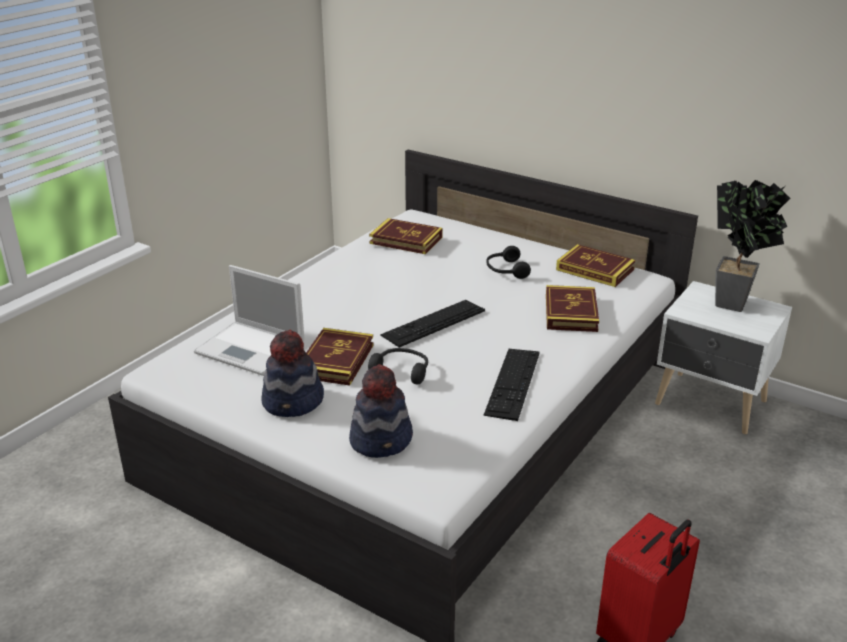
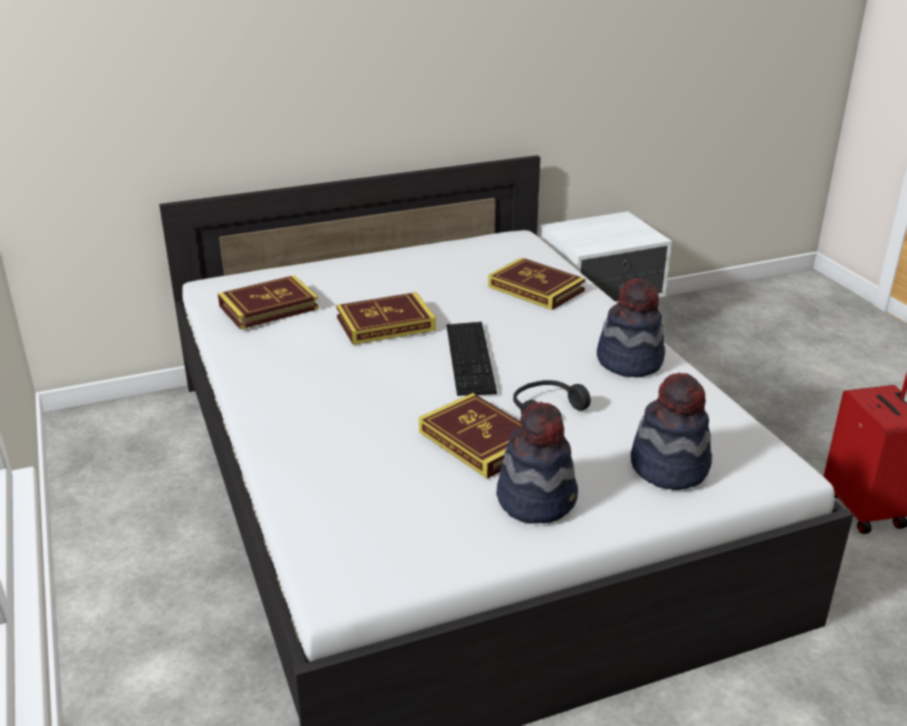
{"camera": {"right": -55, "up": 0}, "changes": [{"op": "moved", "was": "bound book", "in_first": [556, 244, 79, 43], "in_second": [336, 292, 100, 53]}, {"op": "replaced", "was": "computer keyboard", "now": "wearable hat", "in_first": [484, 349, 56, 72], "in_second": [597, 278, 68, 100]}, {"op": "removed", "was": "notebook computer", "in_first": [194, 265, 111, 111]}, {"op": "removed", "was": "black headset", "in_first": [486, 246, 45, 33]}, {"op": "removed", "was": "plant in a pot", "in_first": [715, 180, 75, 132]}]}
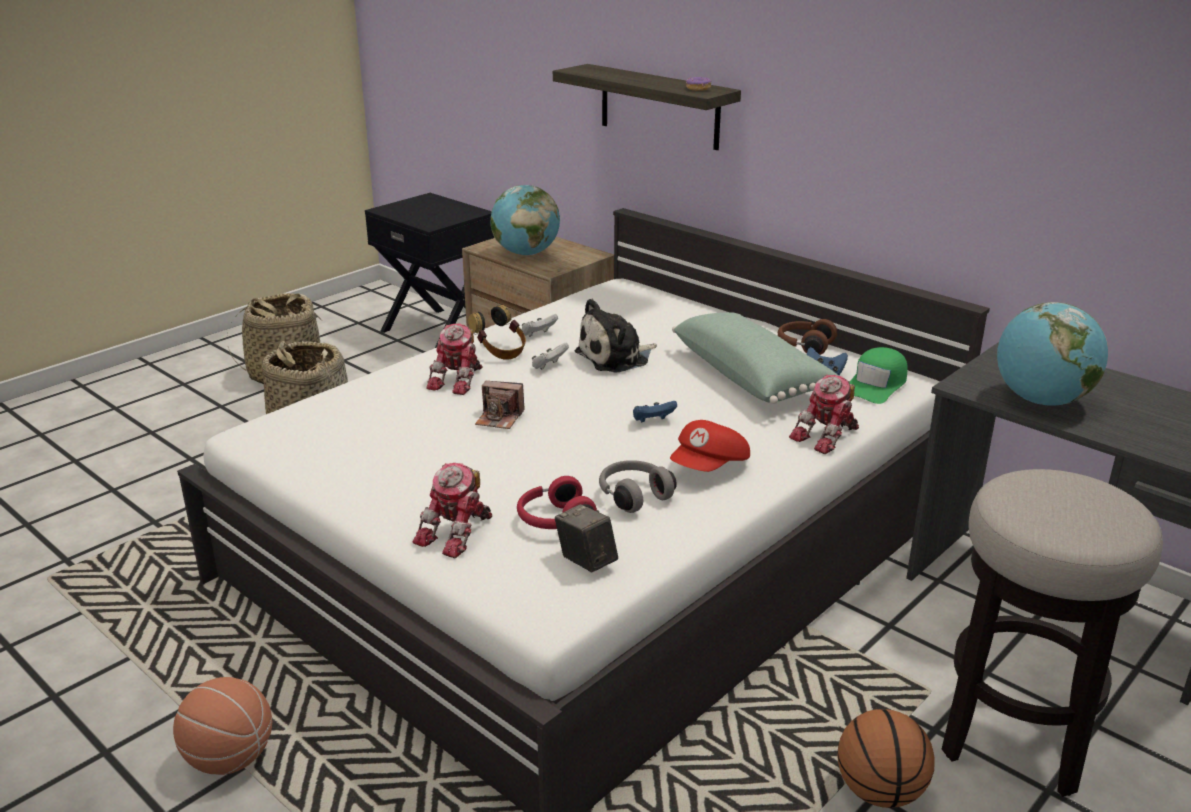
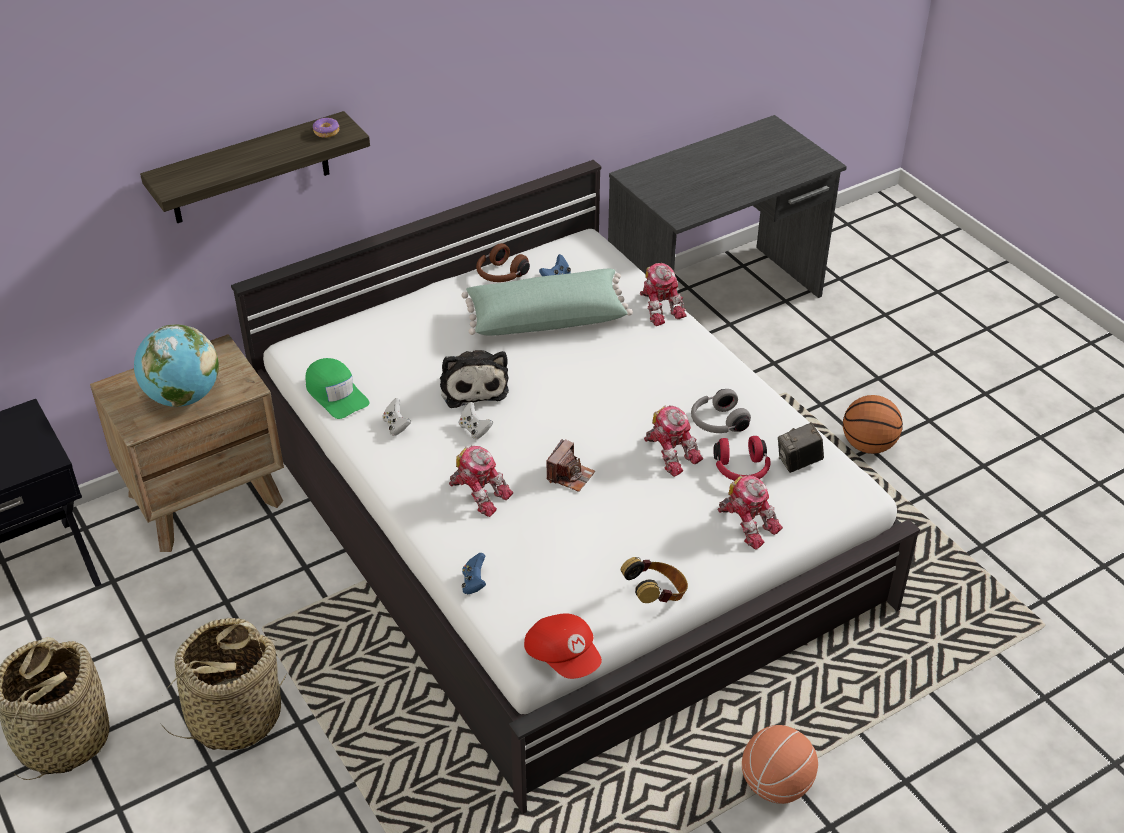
{"camera": {"right": -75, "up": 15}, "changes": [{"op": "moved", "was": "green-coloured baseball cap", "in_first": [850, 347, 58, 57], "in_second": [305, 358, 65, 61]}, {"op": "moved", "was": "blue gamepad", "in_first": [633, 401, 44, 21], "in_second": [462, 553, 24, 41]}, {"op": "moved", "was": "red-coloured baseball cap", "in_first": [670, 420, 80, 52], "in_second": [524, 613, 78, 66]}, {"op": "moved", "was": "headset", "in_first": [468, 305, 58, 55], "in_second": [621, 557, 67, 46]}, {"op": "added", "now": "toy robot", "in_second": [644, 405, 59, 72]}, {"op": "removed", "was": "sitting stool", "in_first": [941, 469, 222, 328]}, {"op": "removed", "was": "world globe", "in_first": [997, 302, 111, 103]}]}
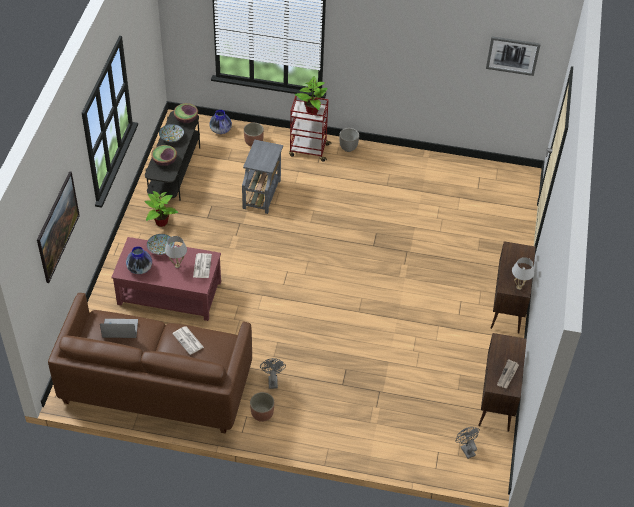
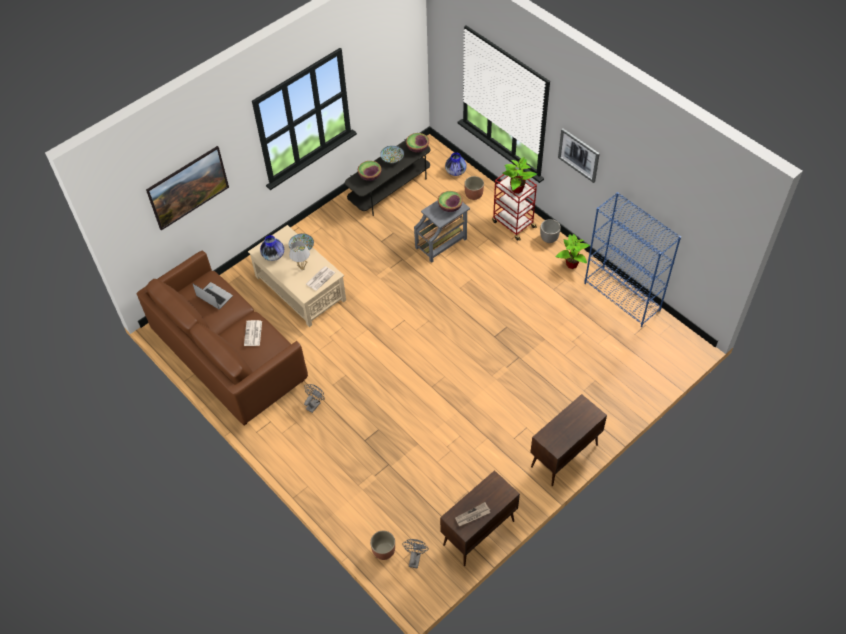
{"camera": {"right": 40, "up": 5}, "changes": [{"op": "recoloured", "was": "red-coloured low table", "now": "beige-coloured low table", "in_first": [111, 237, 110, 84], "in_second": [248, 225, 98, 102]}, {"op": "moved", "was": "plant pot", "in_first": [250, 392, 24, 30], "in_second": [370, 531, 25, 29]}, {"op": "added", "now": "serving bowl", "in_second": [438, 191, 25, 21]}, {"op": "moved", "was": "plant in a pot", "in_first": [144, 191, 34, 36], "in_second": [555, 234, 35, 35]}, {"op": "moved", "was": "wall art", "in_first": [486, 36, 55, 40], "in_second": [558, 128, 42, 55]}, {"op": "added", "now": "blue shelving unit", "in_second": [584, 192, 97, 135]}, {"op": "removed", "was": "white table lamp", "in_first": [512, 257, 23, 33]}]}
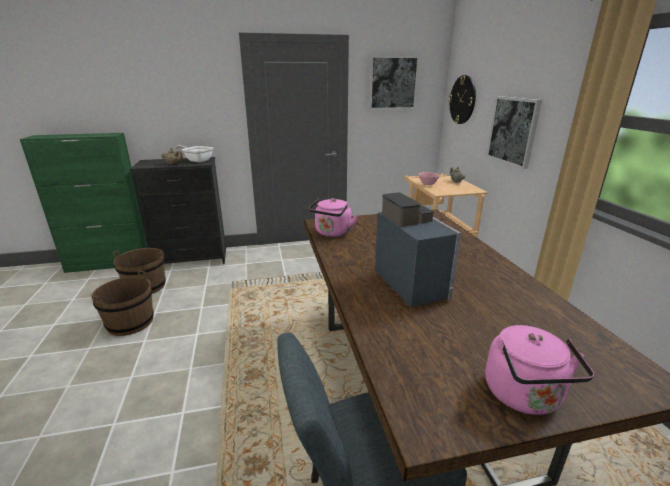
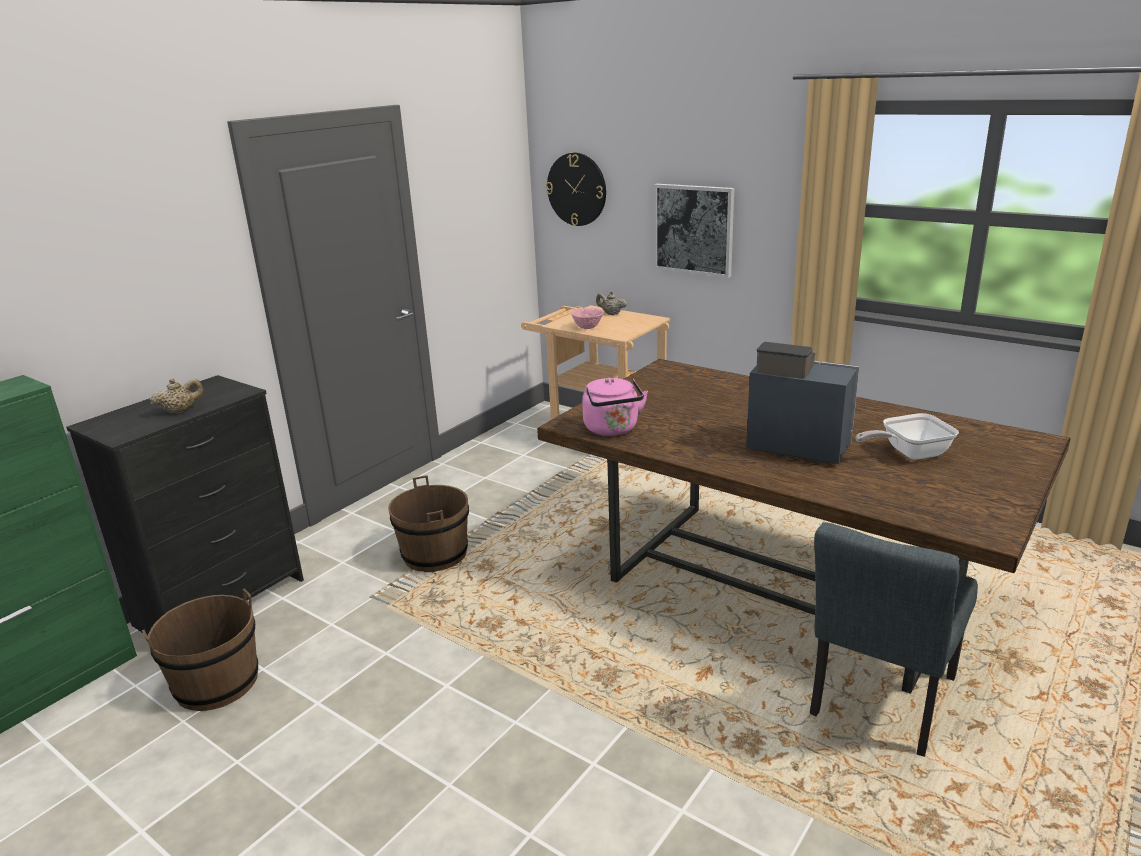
{"camera": {"right": -40, "up": 0}, "changes": [{"op": "moved", "was": "brown-coloured water bucket", "in_first": [92, 270, 62, 66], "in_second": [388, 475, 81, 97]}, {"op": "moved", "was": "pan", "in_first": [175, 145, 38, 17], "in_second": [856, 413, 103, 47]}, {"op": "removed", "was": "wall art", "in_first": [369, 56, 50, 54]}, {"op": "removed", "was": "pinkish tea kettle", "in_first": [485, 325, 109, 90]}]}
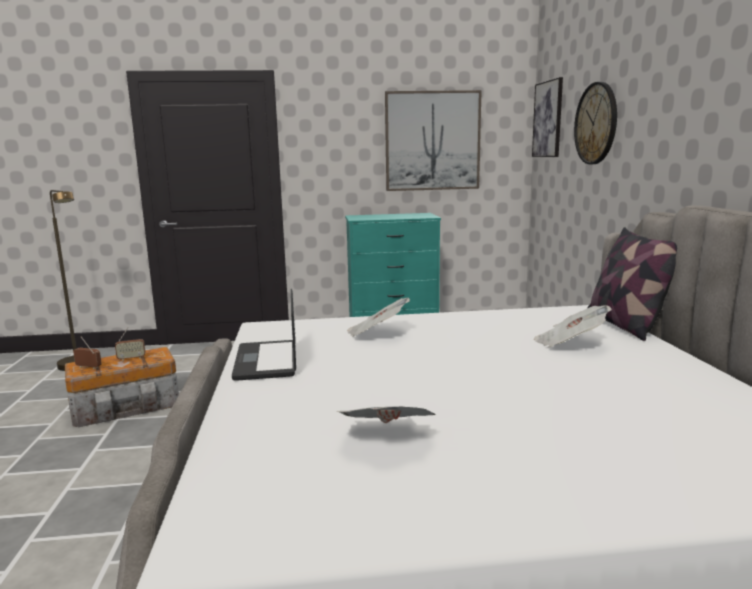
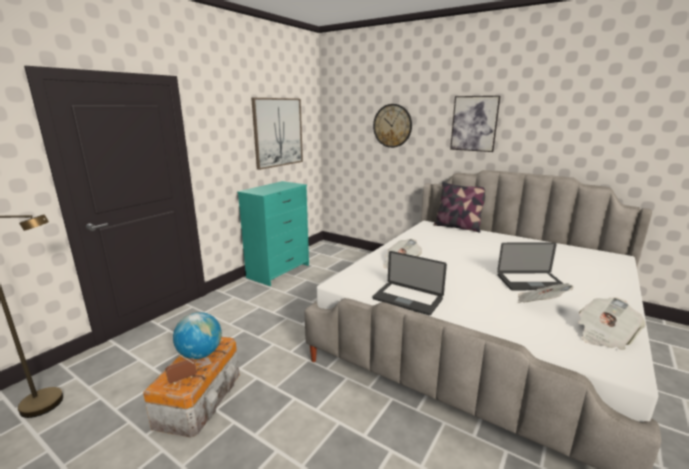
{"camera": {"right": -50, "up": 5}, "changes": [{"op": "replaced", "was": "radio", "now": "world globe", "in_first": [115, 327, 30, 34], "in_second": [173, 312, 49, 47]}, {"op": "moved", "was": "wall art", "in_first": [532, 77, 31, 80], "in_second": [450, 96, 50, 56]}, {"op": "added", "now": "notebook computer", "in_second": [497, 243, 67, 47]}, {"op": "moved", "was": "daily paper", "in_first": [534, 305, 78, 42], "in_second": [578, 297, 67, 53]}]}
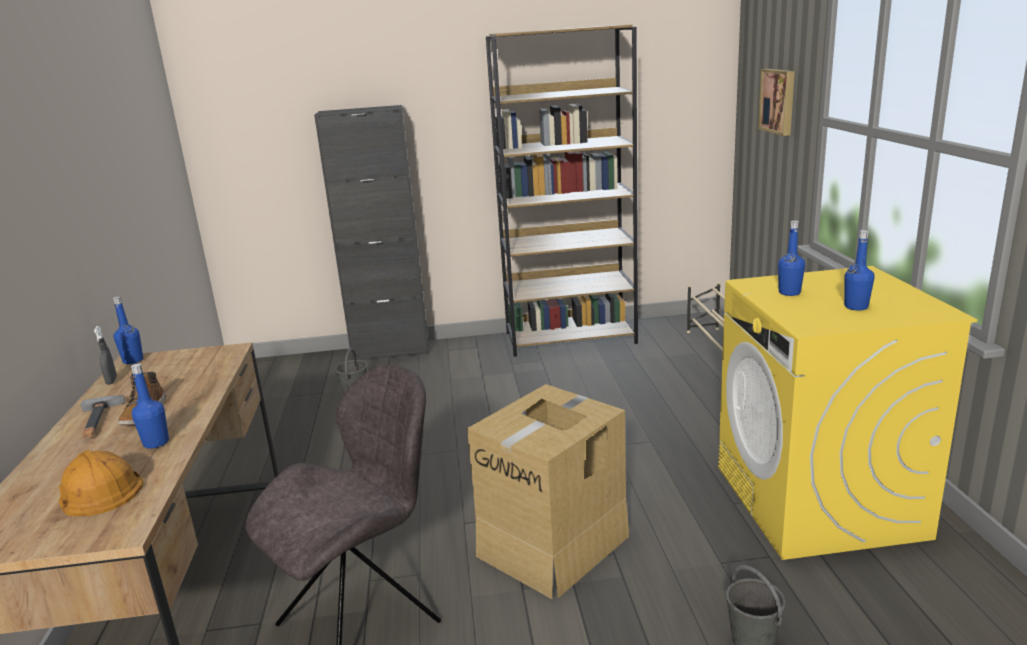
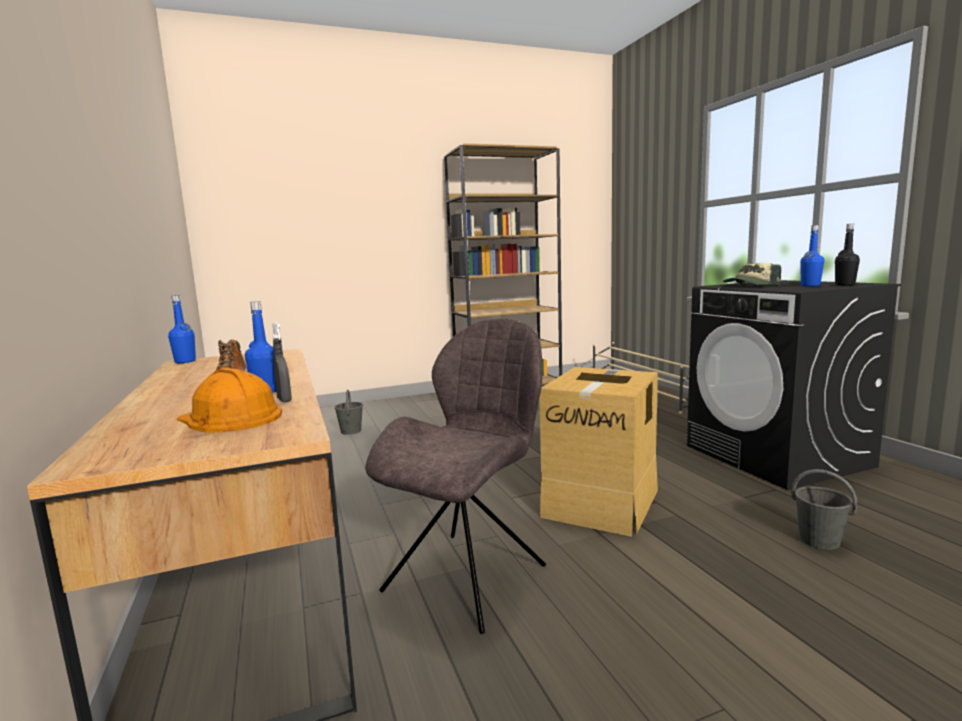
{"camera": {"right": -15, "up": -10}, "changes": [{"op": "moved", "was": "grey sprayer", "in_first": [94, 326, 23, 59], "in_second": [272, 322, 20, 80]}, {"op": "recoloured", "was": "yellow-coloured laundry appliance", "now": "black laundry appliance", "in_first": [718, 266, 259, 294], "in_second": [687, 280, 214, 210]}, {"op": "replaced", "was": "blue drink bottle", "now": "baseball cap", "in_first": [778, 220, 27, 76], "in_second": [723, 263, 58, 23]}, {"op": "added", "now": "black drink bottle", "in_second": [835, 224, 25, 61]}, {"op": "removed", "was": "hammer", "in_first": [81, 395, 44, 44]}, {"op": "removed", "was": "black cabinet", "in_first": [314, 105, 115, 255]}, {"op": "removed", "was": "wall art", "in_first": [758, 69, 37, 67]}]}
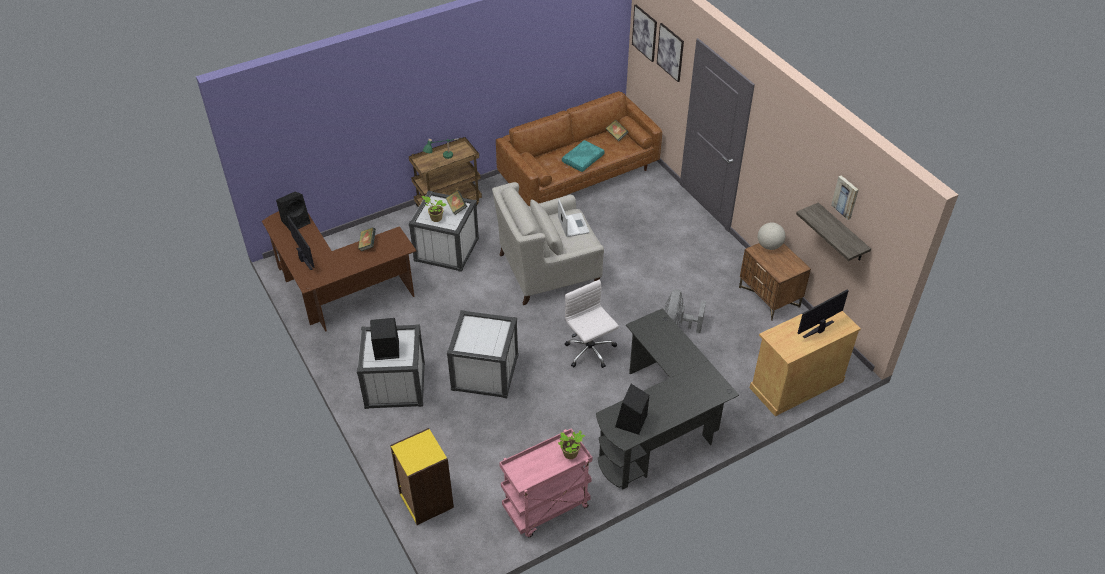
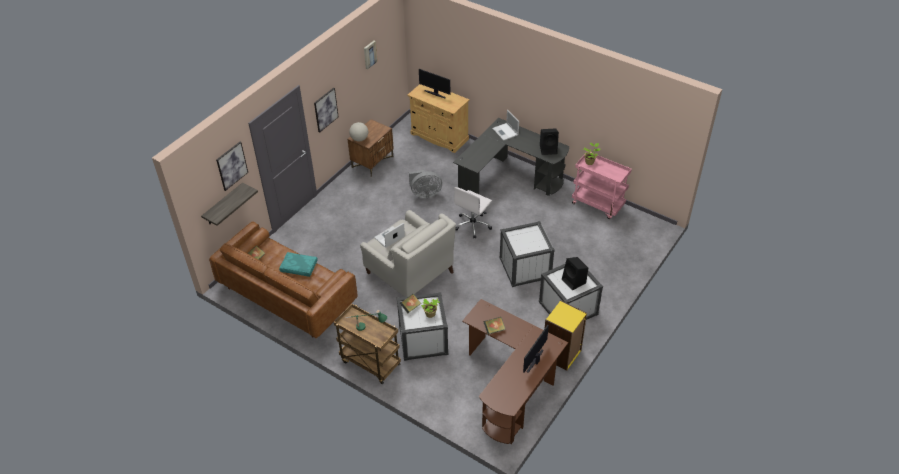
{"camera": {"right": -115, "up": 0}, "changes": [{"op": "moved", "was": "bracket shelf", "in_first": [796, 202, 75, 59], "in_second": [201, 182, 57, 44]}, {"op": "moved", "was": "wall art", "in_first": [632, 5, 25, 57], "in_second": [314, 88, 25, 45]}, {"op": "added", "now": "notebook computer", "in_second": [492, 110, 27, 31]}, {"op": "moved", "was": "yellow-coloured shelving unit", "in_first": [390, 428, 64, 97], "in_second": [545, 300, 42, 71]}, {"op": "removed", "was": "black speaker", "in_first": [276, 191, 35, 40]}]}
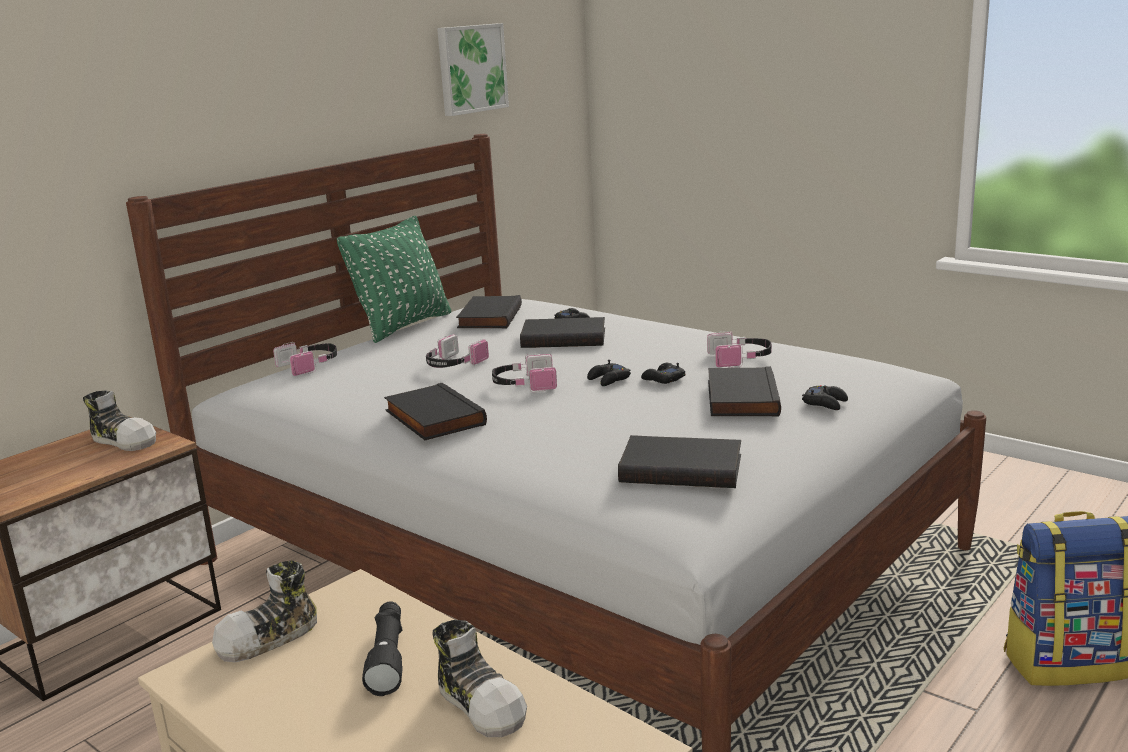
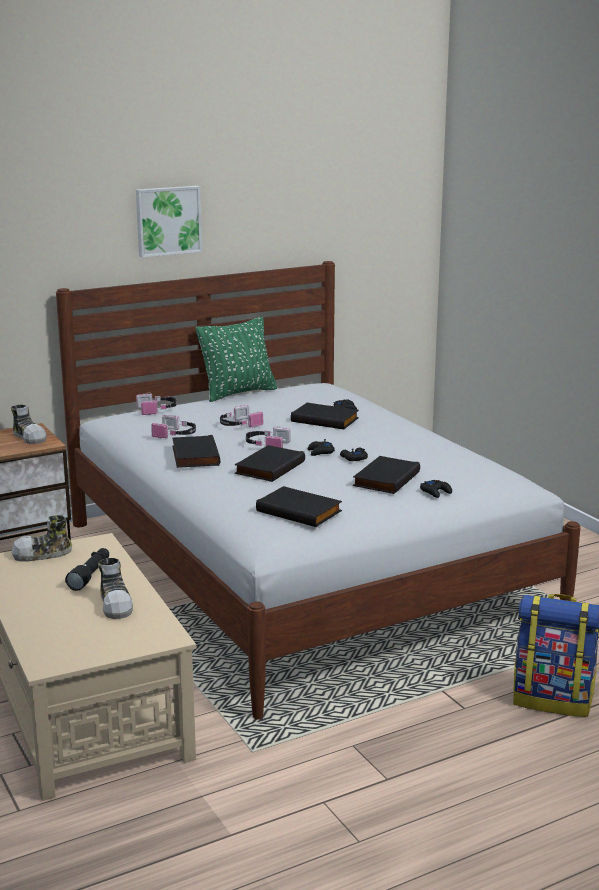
{"camera": {"right": 20, "up": 0}, "changes": [{"op": "moved", "was": "wall art", "in_first": [437, 23, 72, 93], "in_second": [136, 186, 66, 72]}, {"op": "moved", "was": "headset", "in_first": [707, 331, 65, 37], "in_second": [151, 415, 45, 24]}, {"op": "moved", "was": "black bound book", "in_first": [456, 295, 66, 33], "in_second": [235, 445, 70, 37]}]}
